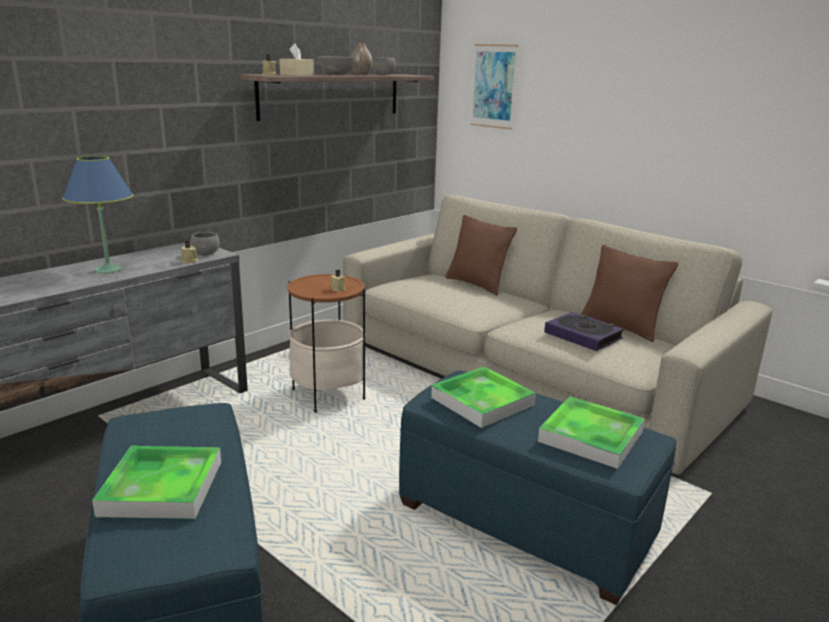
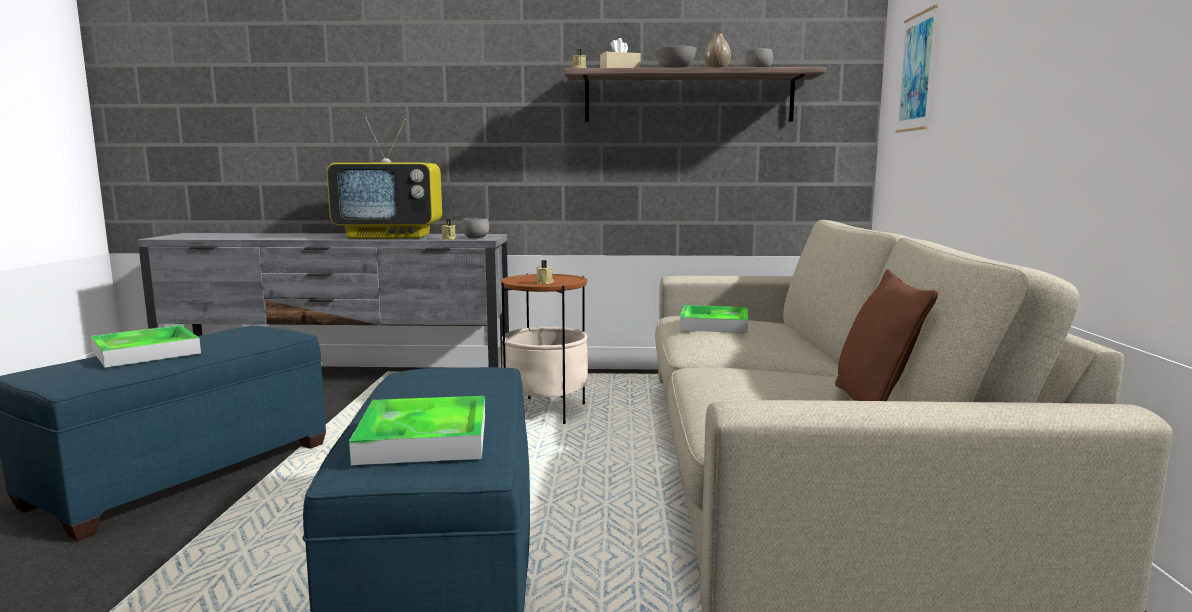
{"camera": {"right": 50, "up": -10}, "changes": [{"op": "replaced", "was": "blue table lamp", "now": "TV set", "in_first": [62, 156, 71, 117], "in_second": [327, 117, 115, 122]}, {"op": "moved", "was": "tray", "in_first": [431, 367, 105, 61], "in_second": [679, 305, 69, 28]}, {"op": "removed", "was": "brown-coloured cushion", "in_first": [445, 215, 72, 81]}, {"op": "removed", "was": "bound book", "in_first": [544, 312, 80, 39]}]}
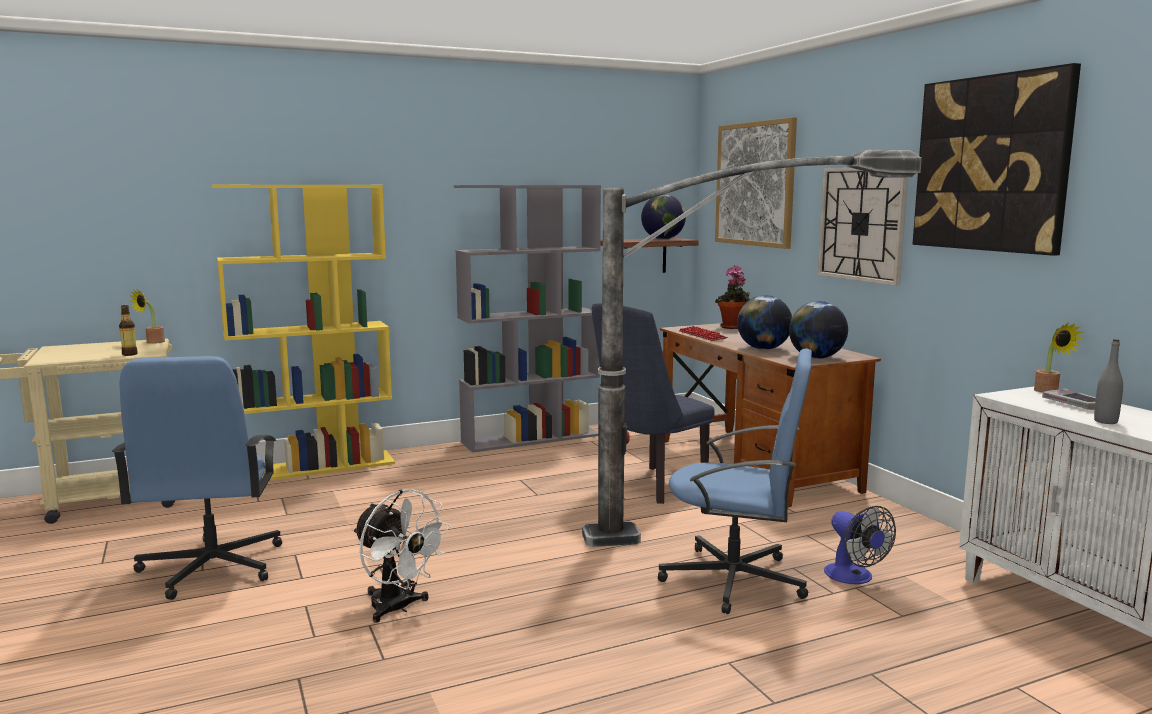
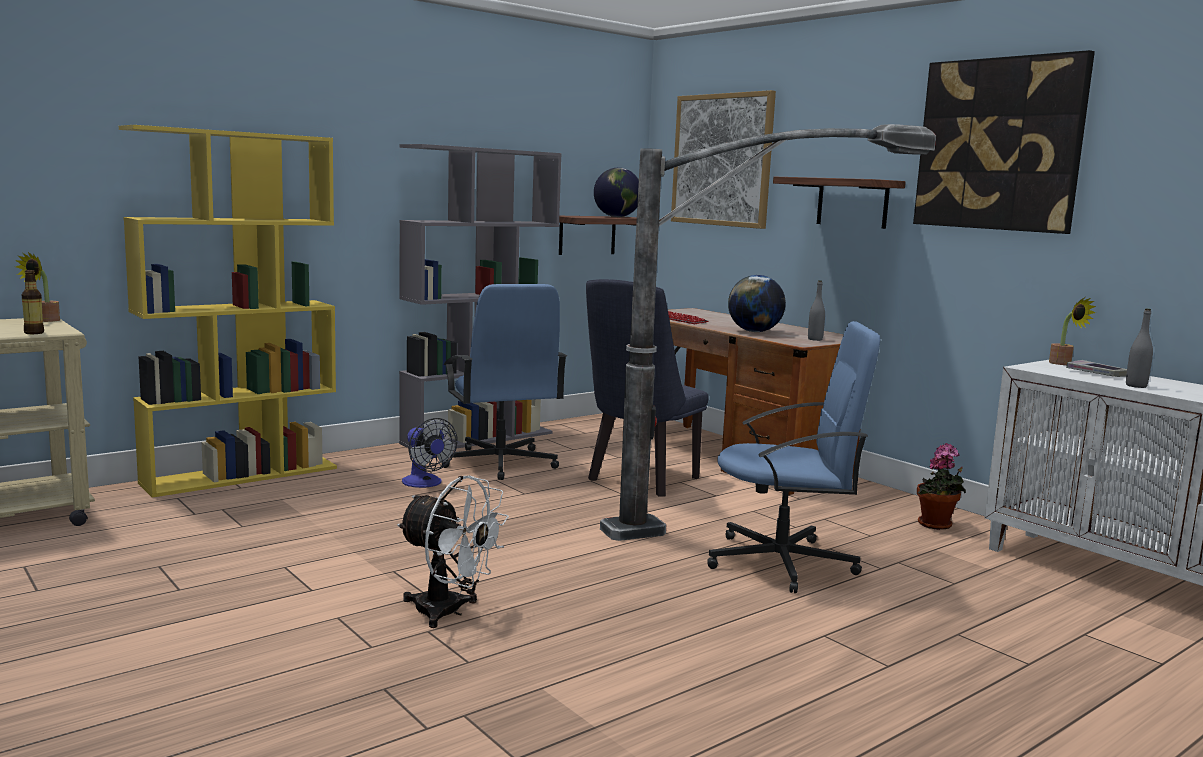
{"camera": {"right": -15, "up": 0}, "changes": [{"op": "moved", "was": "electric fan", "in_first": [824, 506, 72, 78], "in_second": [402, 418, 56, 70]}, {"op": "moved", "was": "blue computer chair", "in_first": [112, 356, 170, 244], "in_second": [442, 284, 125, 196]}, {"op": "replaced", "was": "clock on the wall", "now": "bracket shelf", "in_first": [818, 167, 90, 119], "in_second": [773, 177, 133, 52]}, {"op": "replaced", "was": "world globe", "now": "grey drink bottle", "in_first": [789, 301, 59, 58], "in_second": [808, 280, 17, 61]}, {"op": "moved", "was": "plant in a pot", "in_first": [715, 265, 35, 64], "in_second": [917, 443, 49, 87]}]}
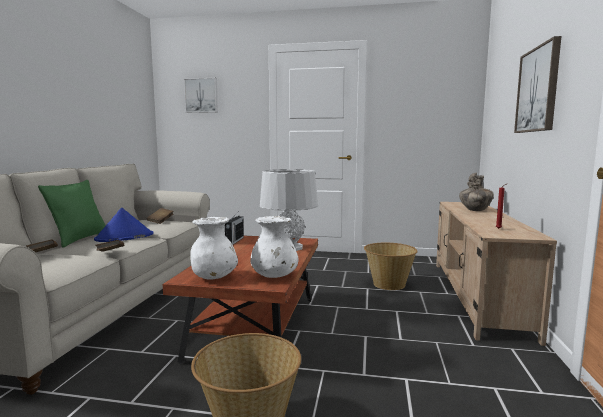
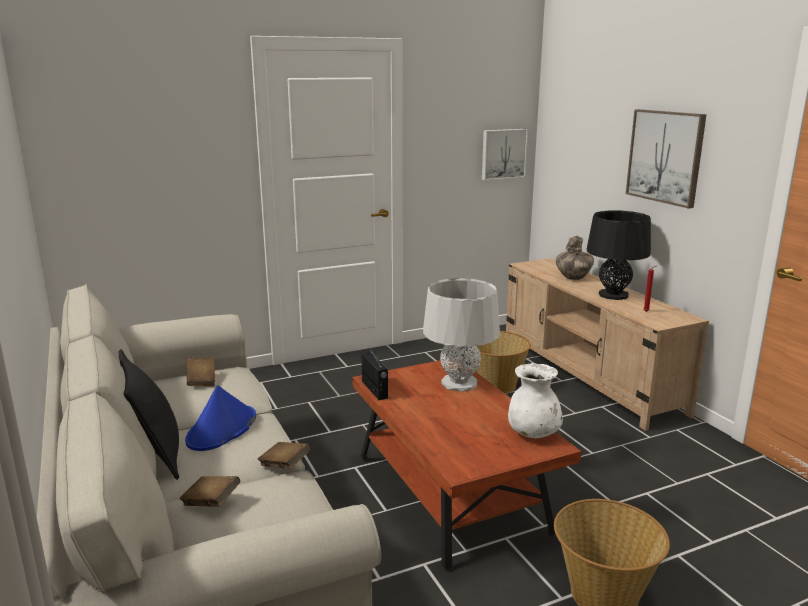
{"camera": {"right": -35, "up": 10}, "changes": [{"op": "recoloured", "was": "green-coloured cushion", "now": "black cushion", "in_first": [38, 180, 68, 67], "in_second": [118, 349, 61, 131]}, {"op": "moved", "was": "wall art", "in_first": [184, 78, 34, 35], "in_second": [482, 129, 46, 51]}, {"op": "added", "now": "black table lamp", "in_second": [587, 211, 64, 89]}, {"op": "removed", "was": "white decorative vase", "in_first": [190, 217, 48, 63]}]}
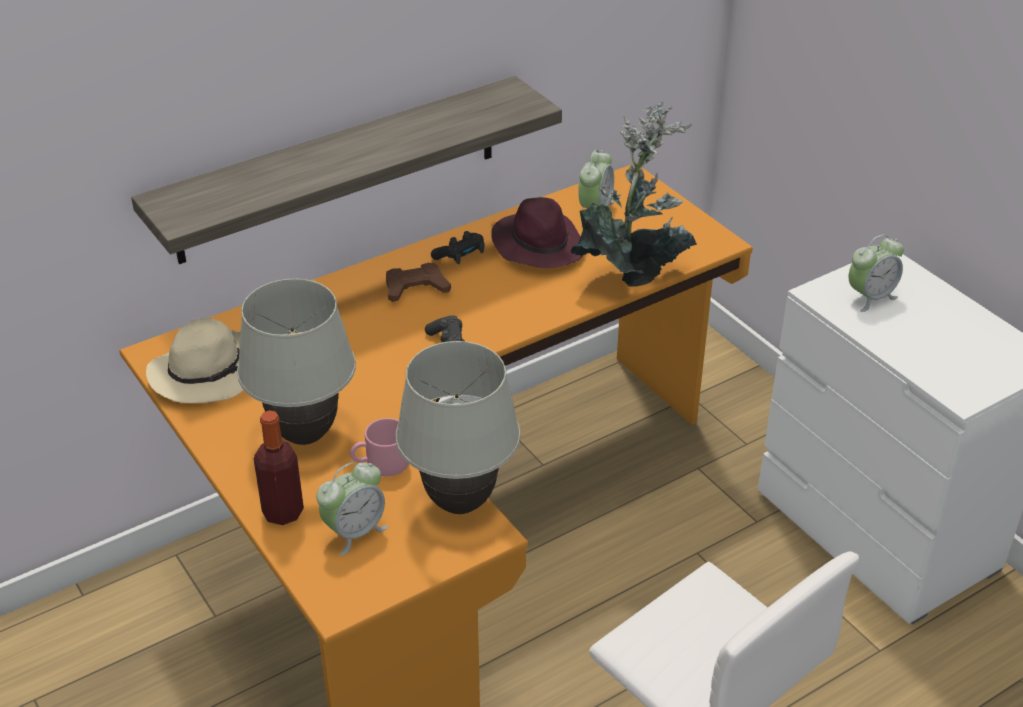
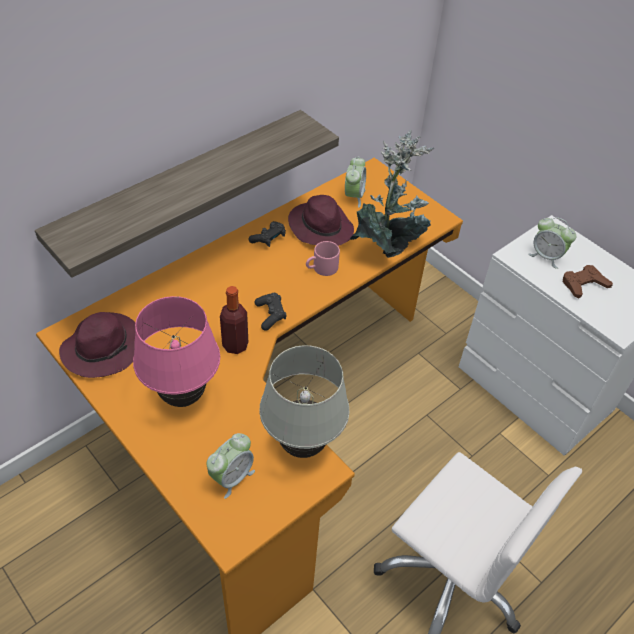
{"camera": {"right": -10, "up": 10}, "changes": [{"op": "recoloured", "was": "beige-coloured wearable hat", "now": "purple-coloured wearable hat", "in_first": [146, 318, 97, 85], "in_second": [59, 312, 77, 66]}, {"op": "recoloured", "was": "white table lamp", "now": "pinkish table lamp", "in_first": [237, 279, 119, 166], "in_second": [133, 296, 87, 111]}, {"op": "moved", "was": "drink bottle", "in_first": [254, 410, 50, 115], "in_second": [220, 286, 28, 68]}, {"op": "moved", "was": "pinkish coffee mug", "in_first": [350, 418, 59, 58], "in_second": [306, 241, 34, 35]}, {"op": "turned", "was": "bedside clock", "in_first": [849, 234, 55, 78], "in_second": [528, 217, 48, 52], "clockwise": 75}, {"op": "moved", "was": "brown-coloured gamepad", "in_first": [386, 263, 65, 39], "in_second": [563, 265, 50, 33]}]}
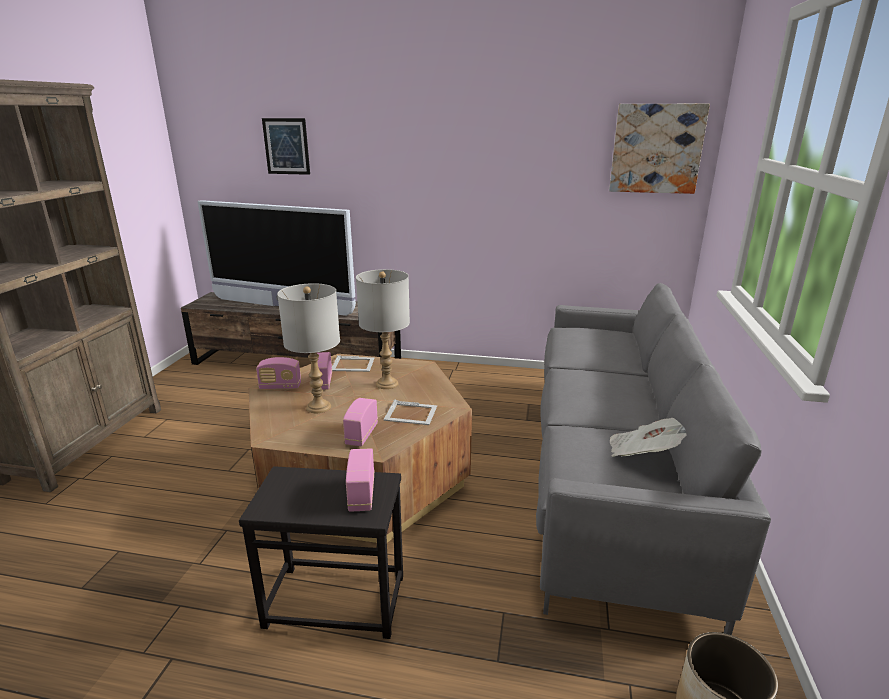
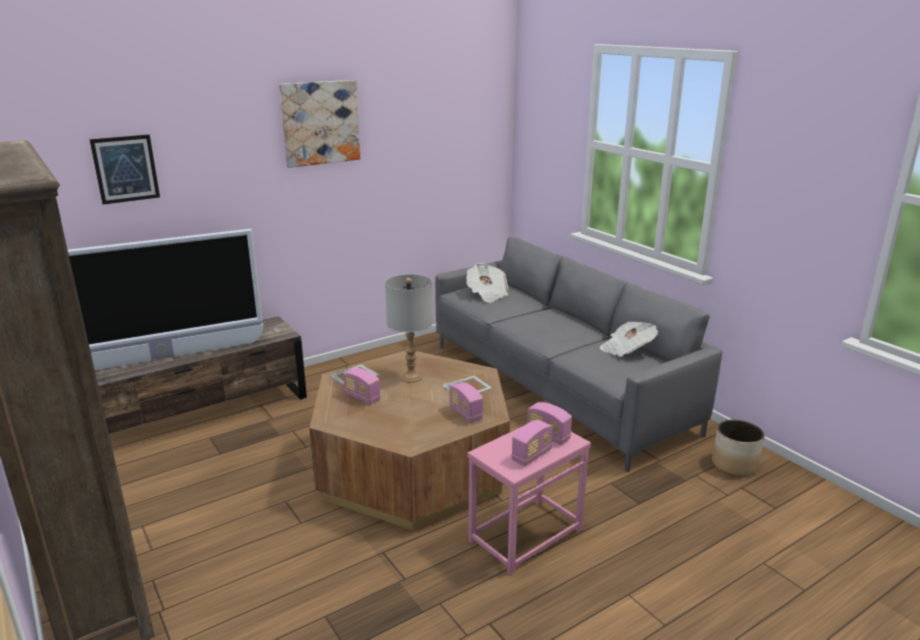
{"camera": {"right": -45, "up": 0}, "changes": [{"op": "moved", "was": "wall art", "in_first": [609, 104, 101, 90], "in_second": [279, 80, 81, 88]}, {"op": "added", "now": "daily paper", "in_second": [466, 263, 43, 40]}, {"op": "recoloured", "was": "black side table", "now": "pinkish side table", "in_first": [239, 466, 164, 173], "in_second": [468, 426, 123, 149]}, {"op": "moved", "was": "radio", "in_first": [256, 357, 45, 32], "in_second": [511, 420, 42, 46]}, {"op": "removed", "was": "grey table lamp", "in_first": [277, 283, 63, 130]}]}
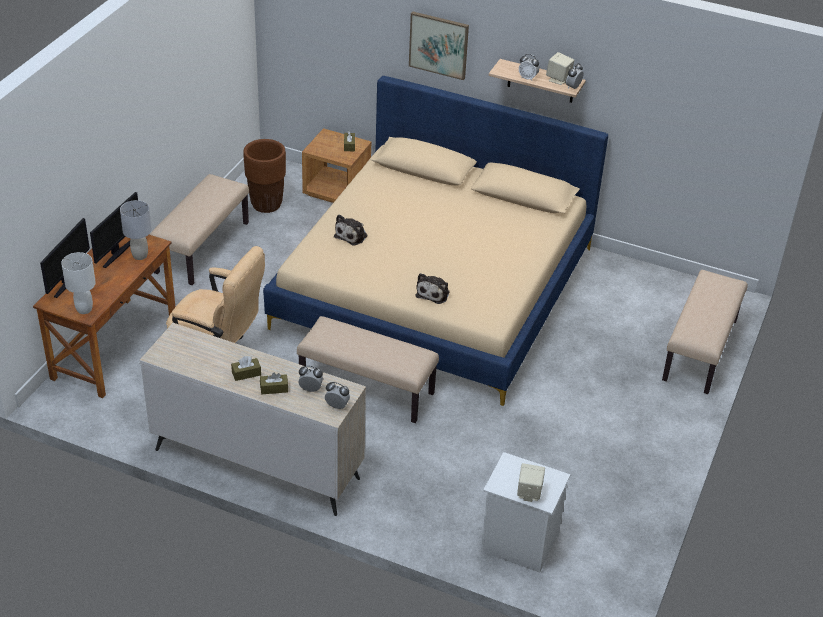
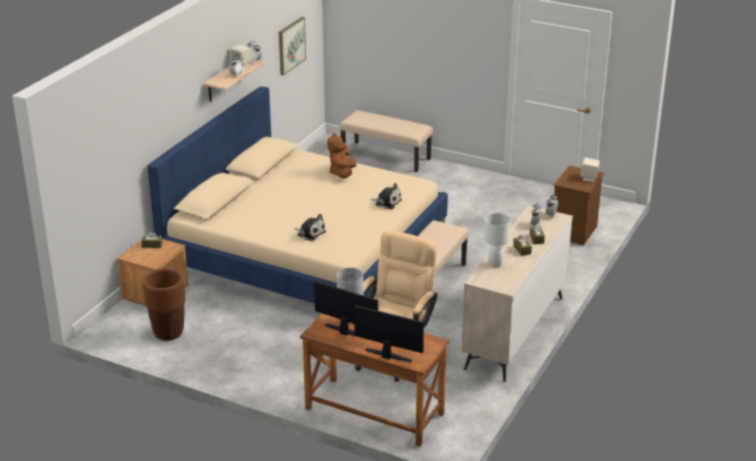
{"camera": {"right": -85, "up": -10}, "changes": [{"op": "moved", "was": "wall art", "in_first": [409, 11, 60, 69], "in_second": [279, 17, 27, 59]}, {"op": "added", "now": "brown-coloured cuddly toy", "in_second": [327, 133, 30, 46]}, {"op": "moved", "was": "white table lamp", "in_first": [61, 252, 35, 62], "in_second": [484, 213, 27, 54]}, {"op": "recoloured", "was": "white night table", "now": "brown-coloured night table", "in_first": [481, 452, 89, 121], "in_second": [554, 165, 50, 80]}, {"op": "removed", "was": "beige-coloured bench", "in_first": [149, 174, 100, 111]}]}
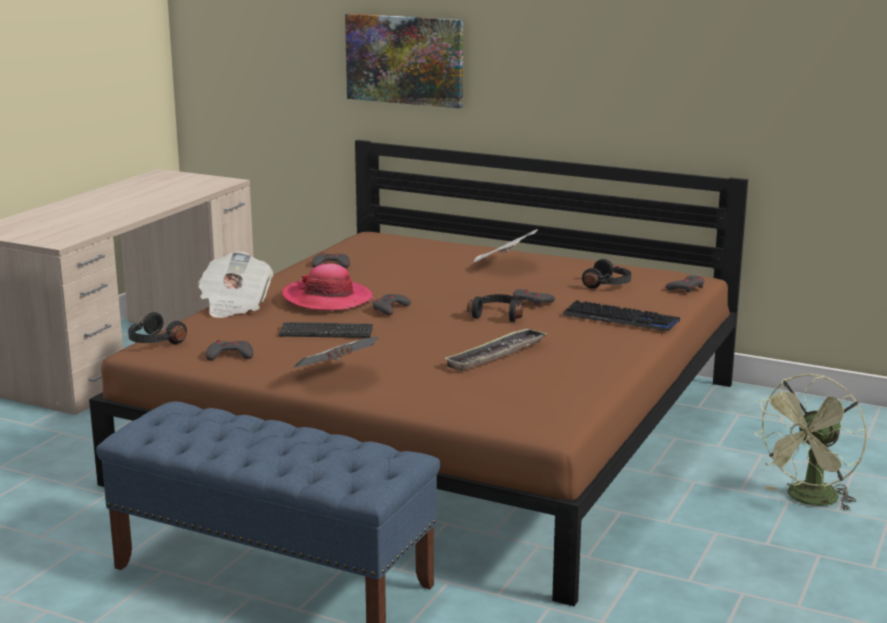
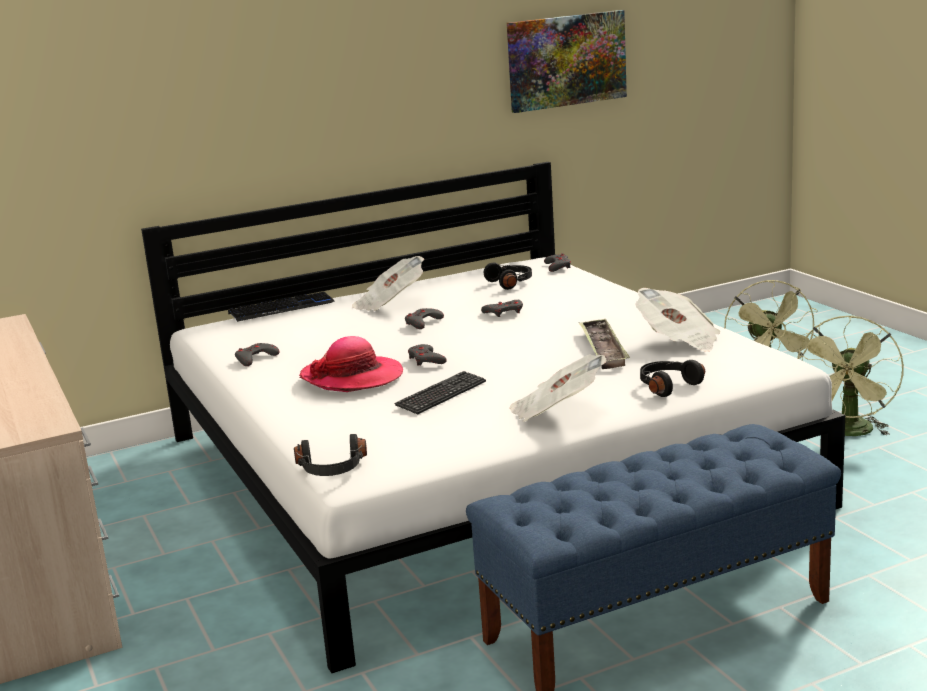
{"camera": {"right": -50, "up": 0}, "changes": [{"op": "recoloured", "was": "brown-coloured bed", "now": "white bed", "in_first": [89, 140, 659, 466], "in_second": [141, 162, 704, 511]}, {"op": "moved", "was": "computer keyboard", "in_first": [562, 300, 118, 31], "in_second": [228, 292, 107, 30]}, {"op": "moved", "was": "grey gamepad", "in_first": [205, 340, 48, 20], "in_second": [405, 308, 39, 21]}, {"op": "moved", "was": "wall art", "in_first": [345, 13, 118, 95], "in_second": [507, 10, 120, 103]}, {"op": "moved", "was": "daily paper", "in_first": [198, 251, 75, 67], "in_second": [636, 288, 84, 64]}, {"op": "moved", "was": "black headset", "in_first": [467, 294, 56, 28], "in_second": [640, 360, 65, 37]}, {"op": "added", "now": "green-coloured electric fan", "in_second": [797, 315, 107, 121]}]}
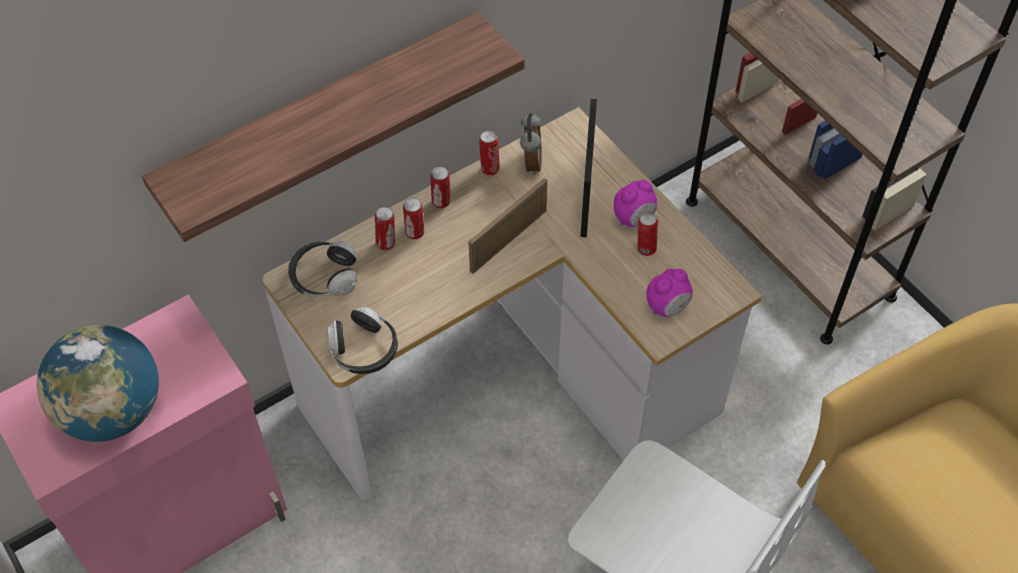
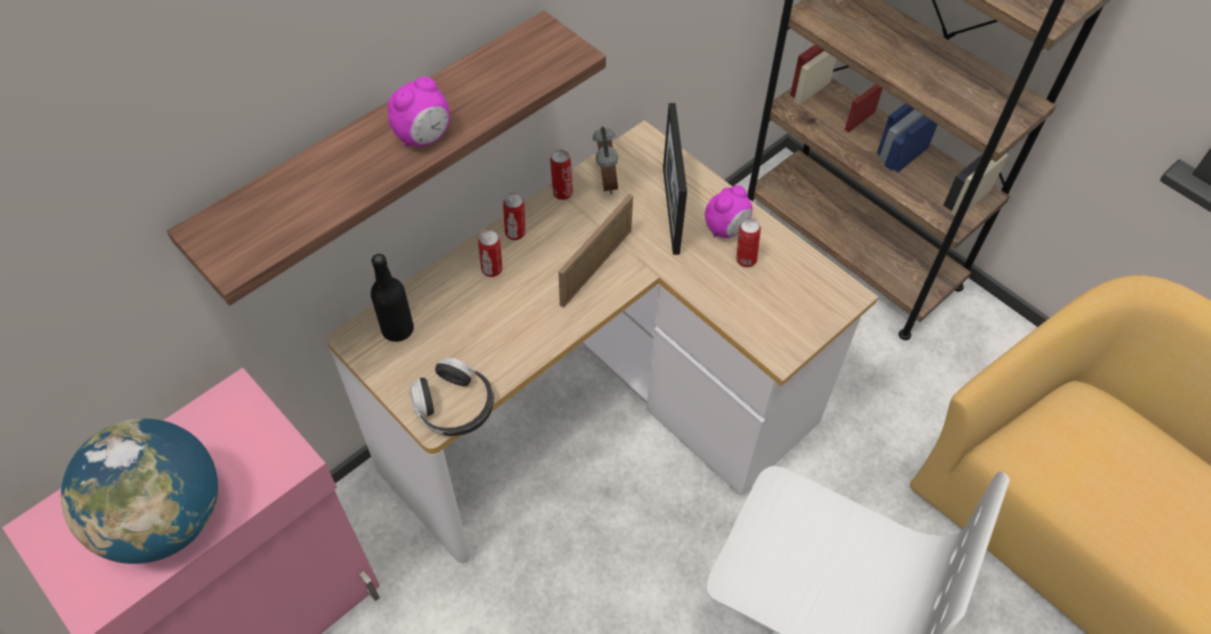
{"camera": {"right": -10, "up": 0}, "changes": [{"op": "replaced", "was": "headset", "now": "black drink bottle", "in_first": [288, 241, 69, 56], "in_second": [371, 254, 43, 88]}, {"op": "moved", "was": "bedside clock", "in_first": [647, 269, 46, 48], "in_second": [388, 77, 62, 70]}, {"op": "removed", "was": "can", "in_first": [375, 207, 20, 43]}]}
